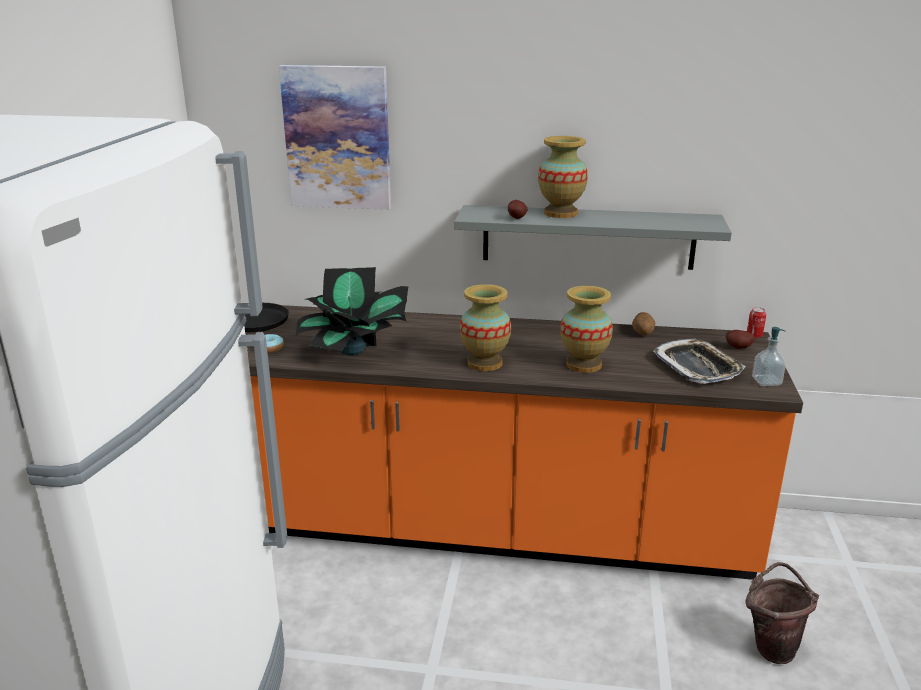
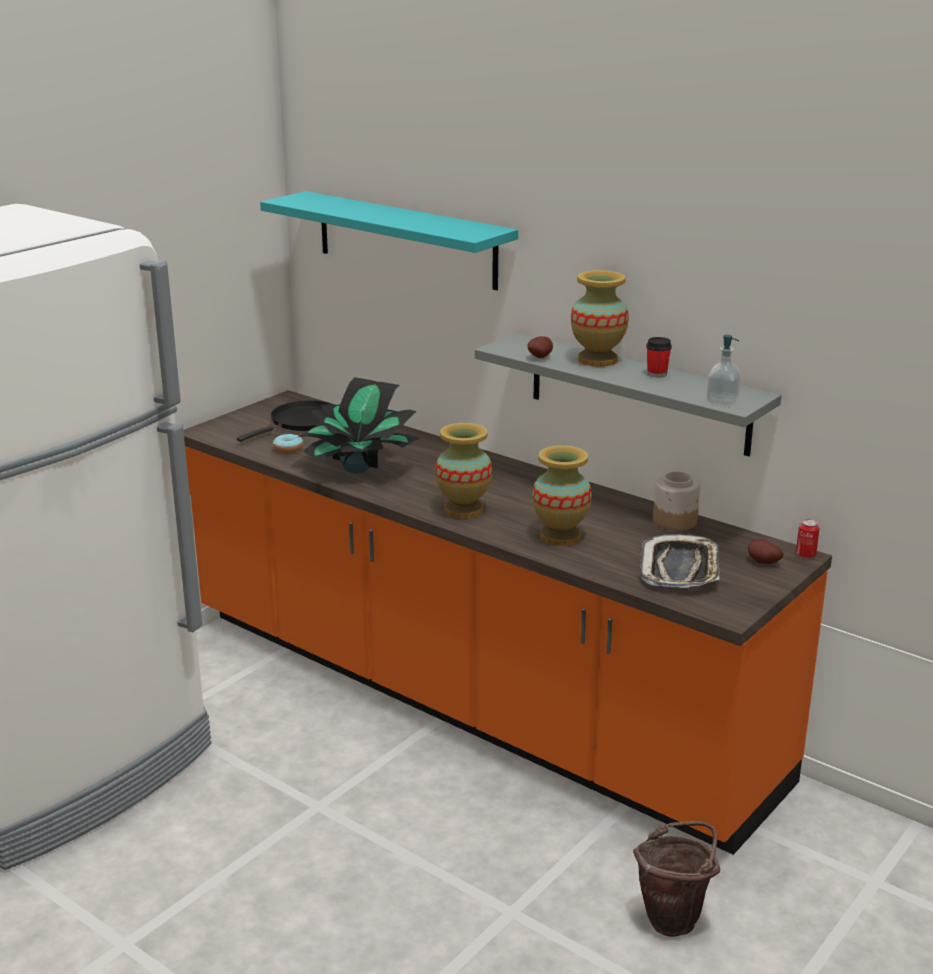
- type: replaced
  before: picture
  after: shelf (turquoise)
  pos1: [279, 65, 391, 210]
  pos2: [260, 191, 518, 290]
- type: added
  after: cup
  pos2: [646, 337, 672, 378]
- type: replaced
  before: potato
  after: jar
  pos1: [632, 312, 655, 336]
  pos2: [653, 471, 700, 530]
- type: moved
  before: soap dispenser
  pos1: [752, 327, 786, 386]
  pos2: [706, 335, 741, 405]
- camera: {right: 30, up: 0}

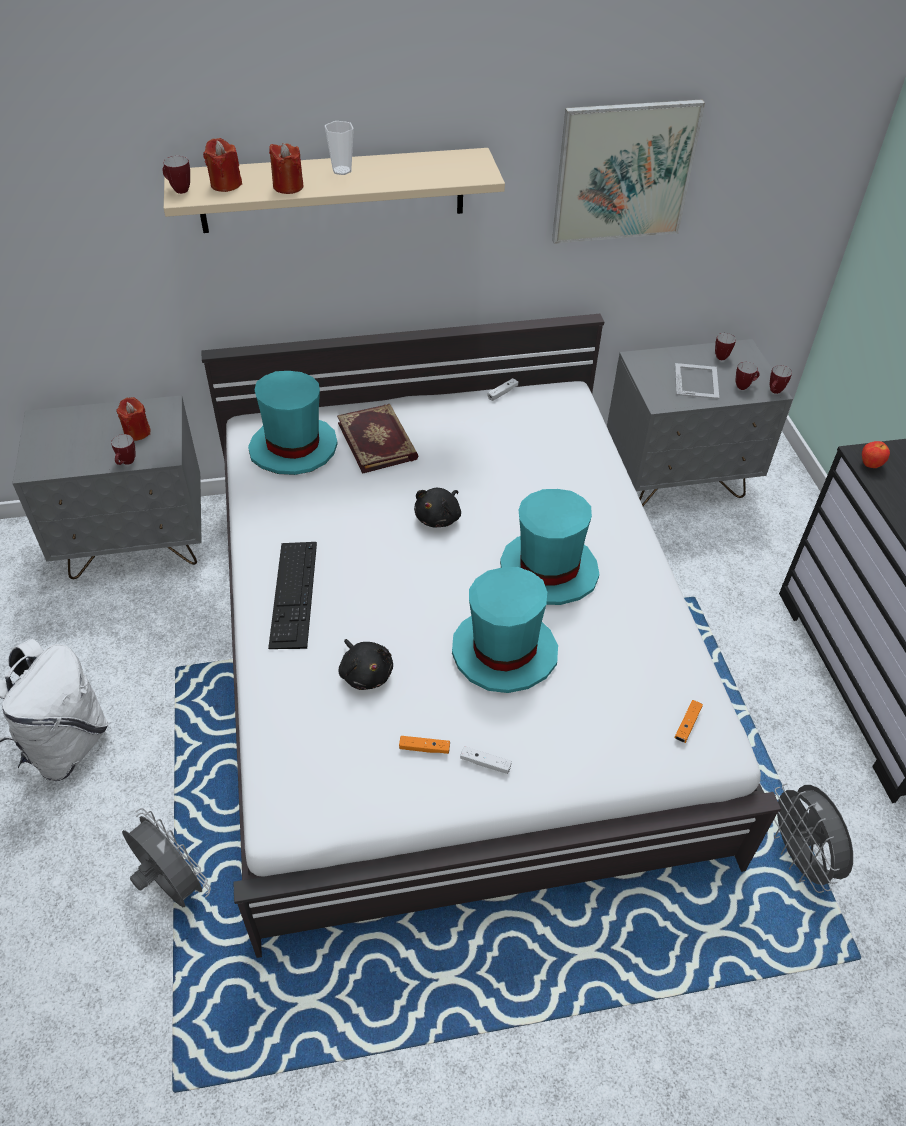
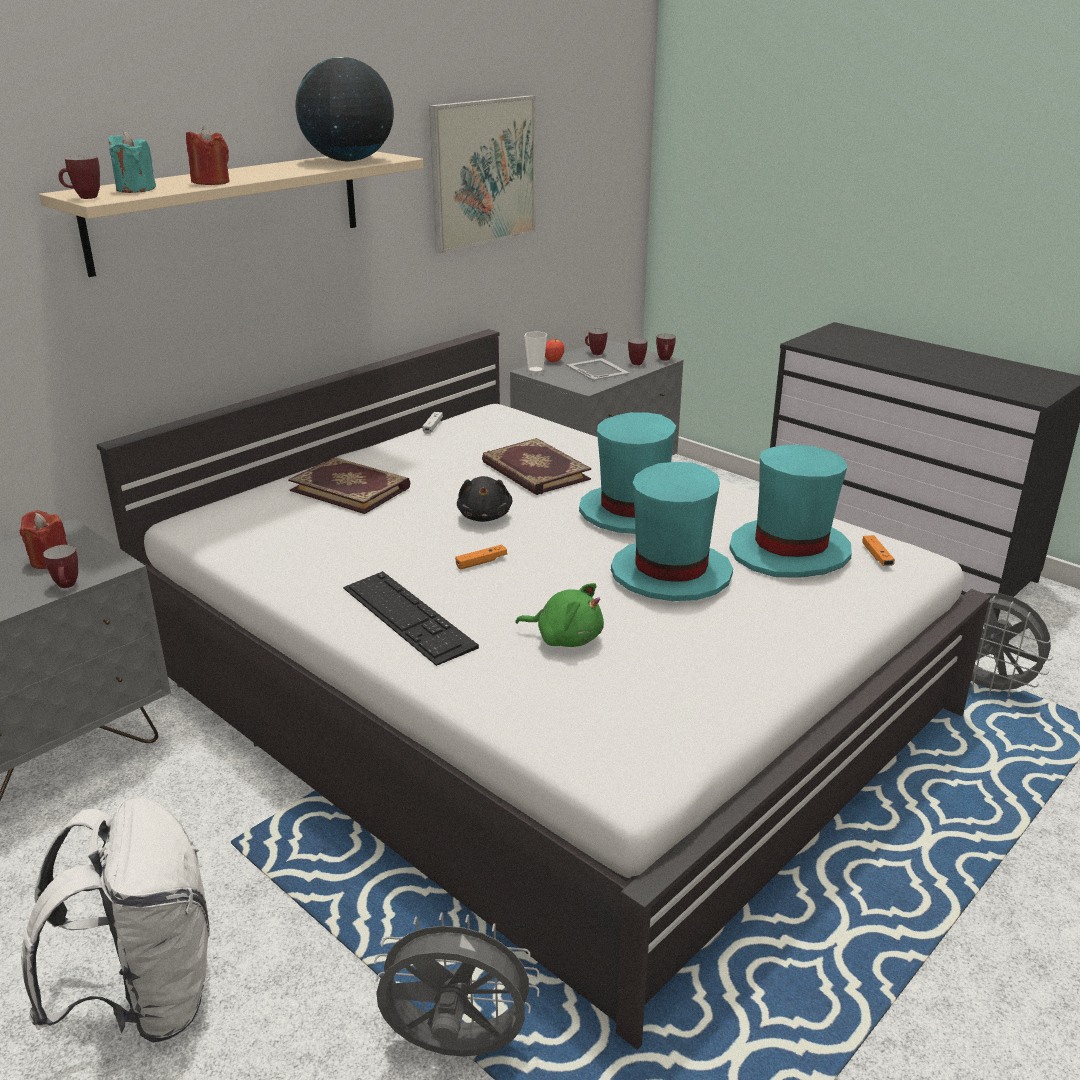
- type: recoloured
  before: candle (red)
  after: candle (turquoise)
  pos1: [203, 138, 242, 192]
  pos2: [108, 132, 156, 193]
- type: added
  after: globe
  pos2: [295, 57, 394, 161]
- type: moved
  before: game controller (orange)
  pos1: [399, 736, 450, 754]
  pos2: [455, 545, 507, 569]
- type: added
  after: book
  pos2: [482, 438, 591, 495]
- type: recoloured
  before: plush toy (black)
  after: plush toy (green)
  pos1: [338, 639, 393, 690]
  pos2: [515, 583, 604, 647]
- type: moved
  before: cup
  pos1: [325, 121, 354, 175]
  pos2: [524, 331, 547, 372]
- type: moved
  before: apple
  pos1: [862, 441, 890, 468]
  pos2: [545, 339, 564, 362]
- type: moved
  before: hat (turquoise)
  pos1: [248, 371, 338, 475]
  pos2: [729, 445, 852, 578]
- type: removed
  before: game controller (white)
  pos1: [460, 746, 512, 774]
- camera: {right: -35, up: -20}

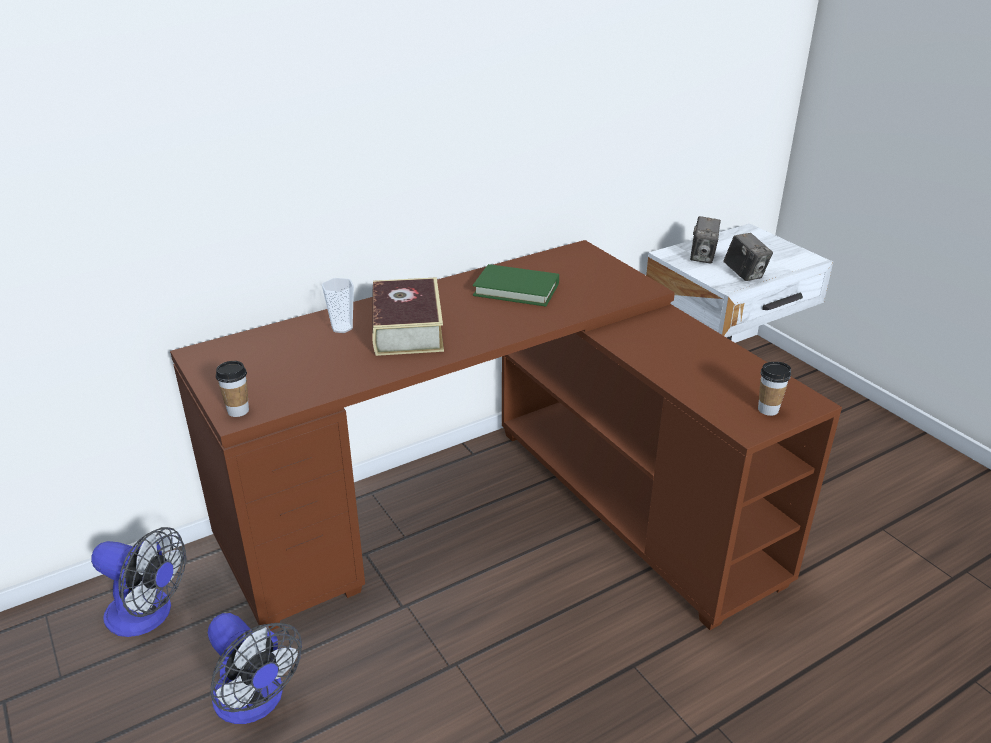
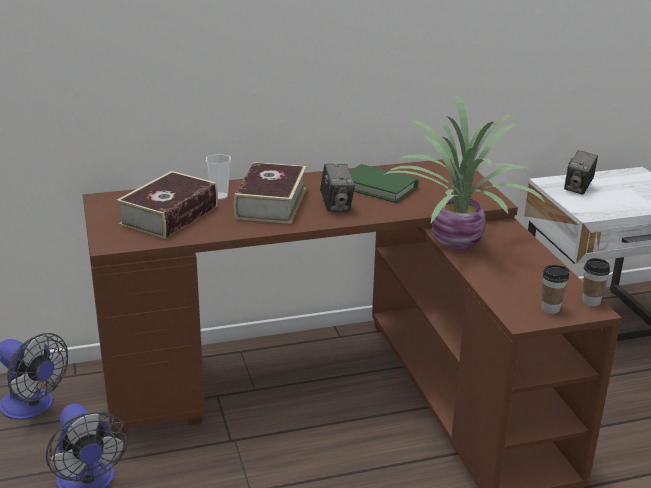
- type: added
  after: book
  pos2: [116, 171, 218, 239]
- type: moved
  before: photo camera
  pos1: [724, 233, 773, 281]
  pos2: [320, 164, 355, 212]
- type: added
  after: potted plant
  pos2: [384, 95, 546, 250]
- type: moved
  before: cup
  pos1: [216, 361, 249, 417]
  pos2: [582, 258, 610, 306]
- camera: {right: 15, up: -5}

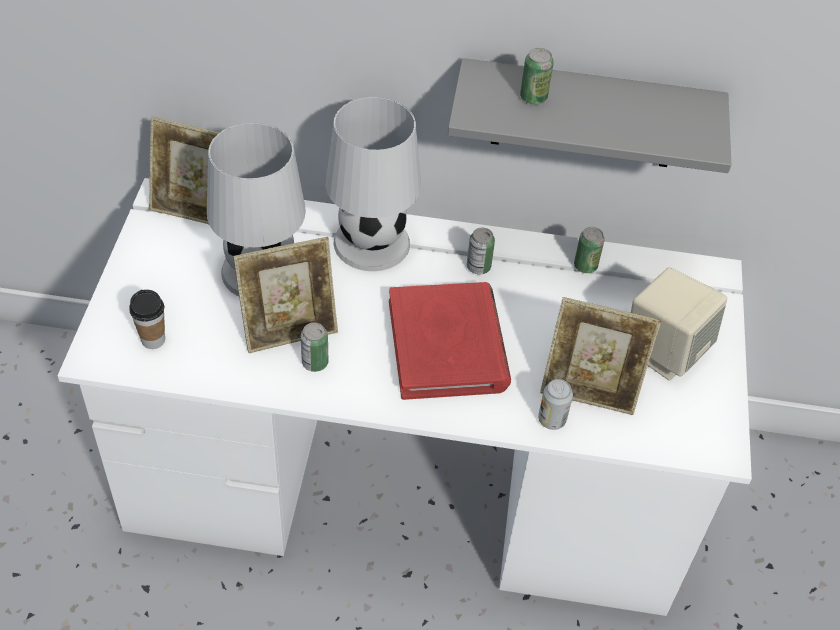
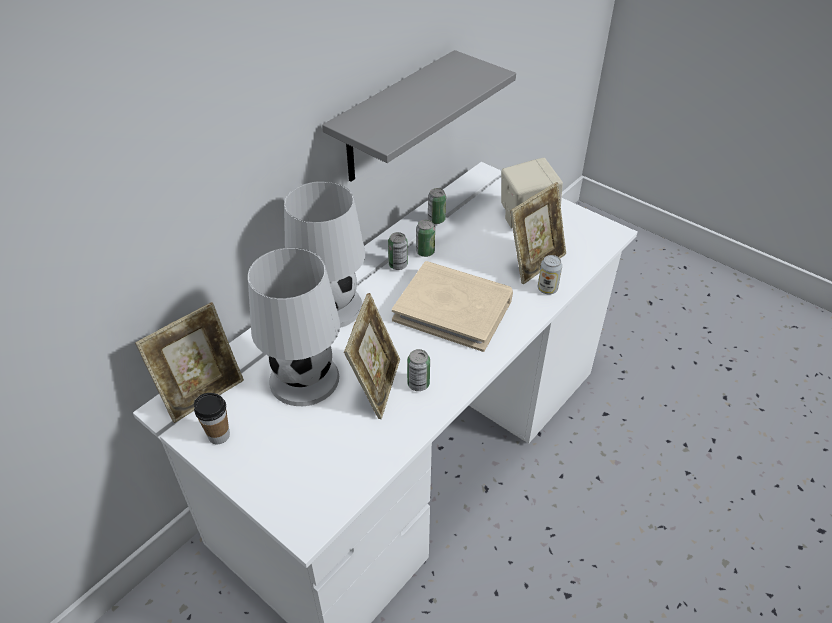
- type: moved
  before: cup
  pos1: [129, 290, 165, 349]
  pos2: [194, 393, 230, 444]
- type: recoloured
  before: book (red)
  after: book (beige)
  pos1: [389, 282, 511, 400]
  pos2: [392, 261, 513, 352]
- type: moved
  before: can
  pos1: [520, 48, 554, 104]
  pos2: [416, 220, 435, 257]
- camera: {right: -55, up: -5}

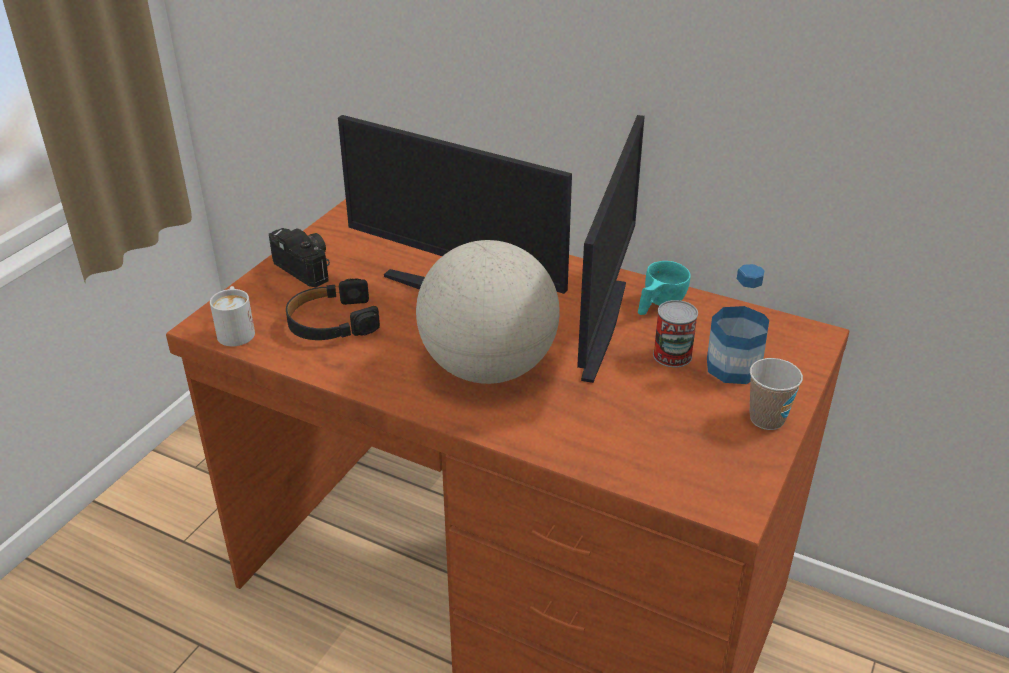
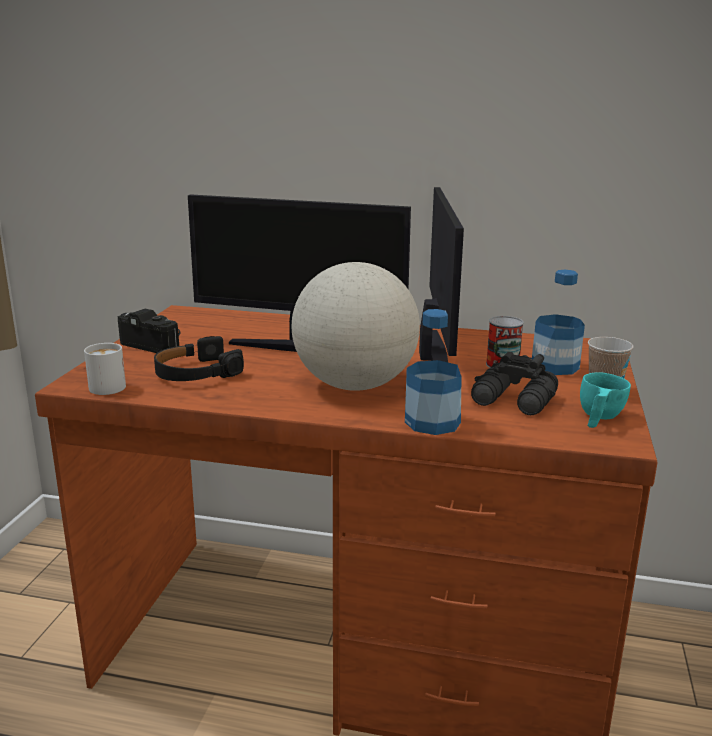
- type: added
  after: bottle
  pos2: [405, 309, 462, 435]
- type: added
  after: binoculars (black)
  pos2: [471, 352, 558, 415]
- type: moved
  before: cup (turquoise)
  pos1: [638, 261, 691, 315]
  pos2: [580, 372, 631, 428]
- camera: {right: -15, up: -15}

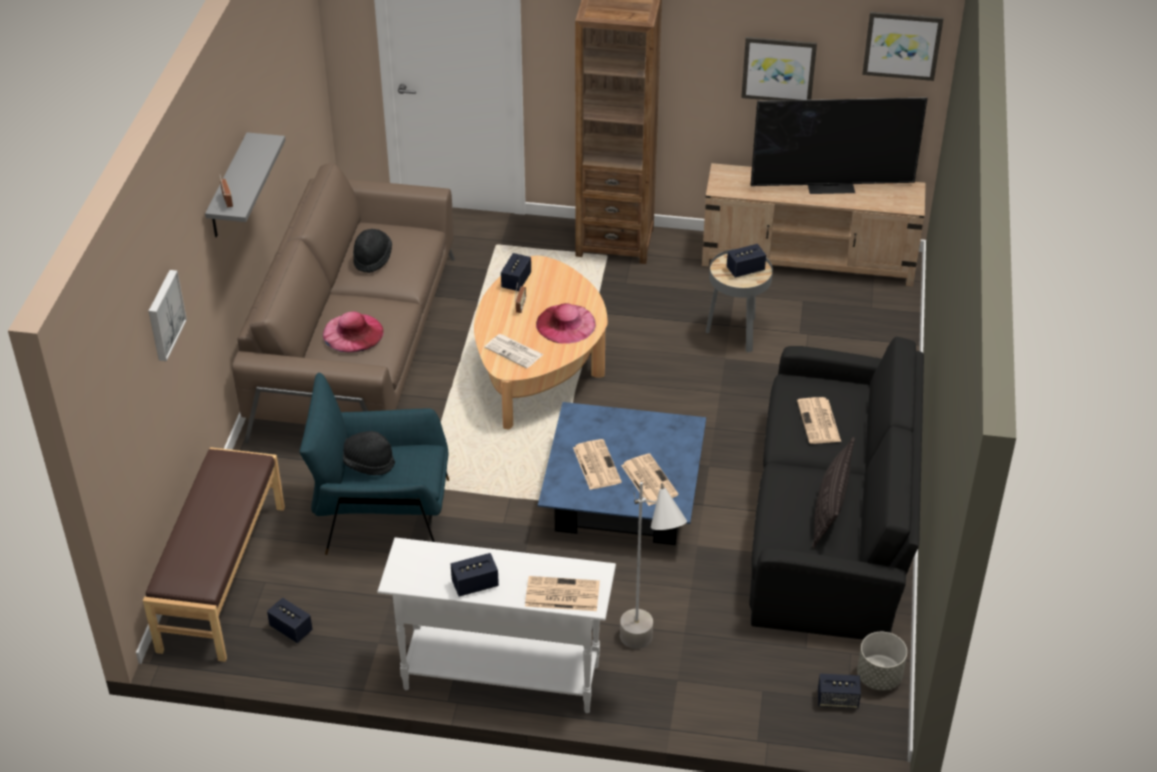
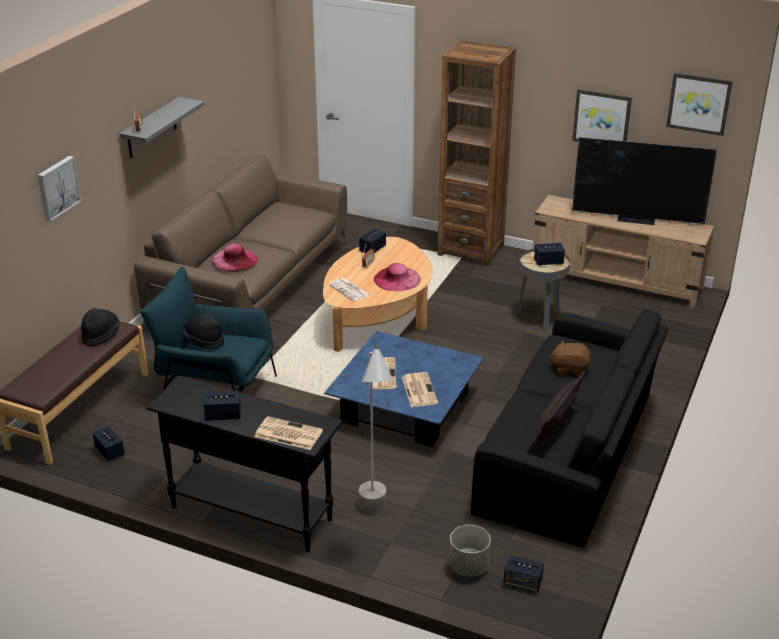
- type: moved
  before: hat (black)
  pos1: [353, 229, 392, 273]
  pos2: [81, 308, 120, 347]
- type: recoloured
  before: console table (white)
  after: console table (black)
  pos1: [377, 537, 616, 713]
  pos2: [146, 376, 343, 552]
- type: moved
  before: planter (grey)
  pos1: [857, 632, 907, 691]
  pos2: [449, 525, 491, 577]
- type: replaced
  before: newspaper
  after: plush toy (brown)
  pos1: [797, 397, 841, 444]
  pos2: [549, 340, 591, 376]
- camera: {right: 15, up: -10}

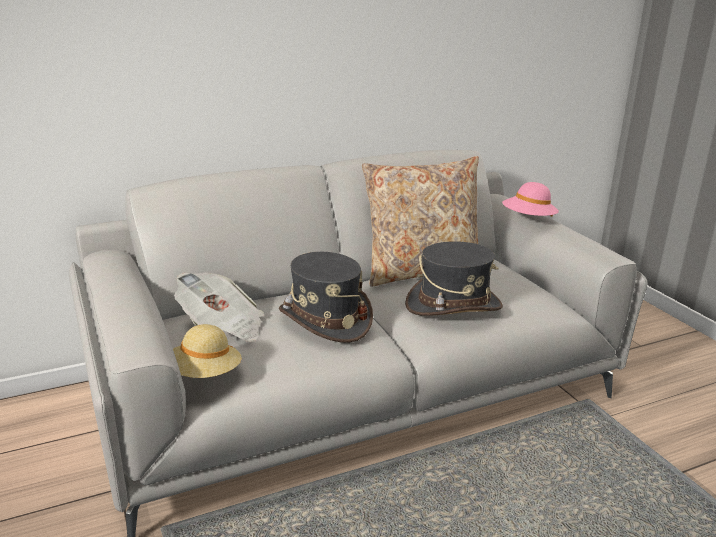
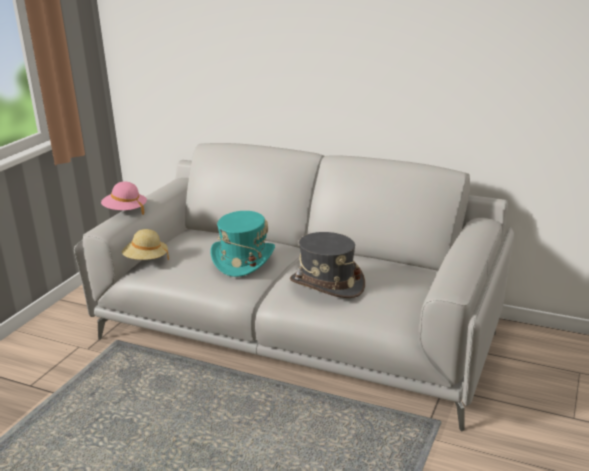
- type: moved
  before: hat (pink)
  pos1: [502, 182, 559, 217]
  pos2: [101, 181, 147, 215]
- type: recoloured
  before: hat (grey)
  after: hat (turquoise)
  pos1: [279, 252, 373, 343]
  pos2: [211, 211, 275, 277]
- type: removed
  before: newspaper
  pos1: [174, 272, 264, 342]
- type: removed
  before: pillow (beige)
  pos1: [362, 156, 479, 287]
- camera: {right: 50, up: 0}

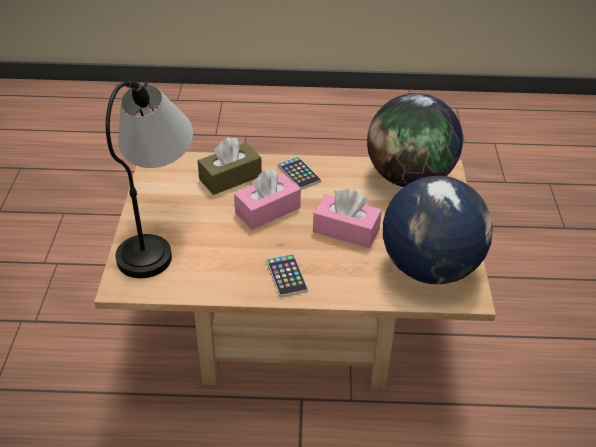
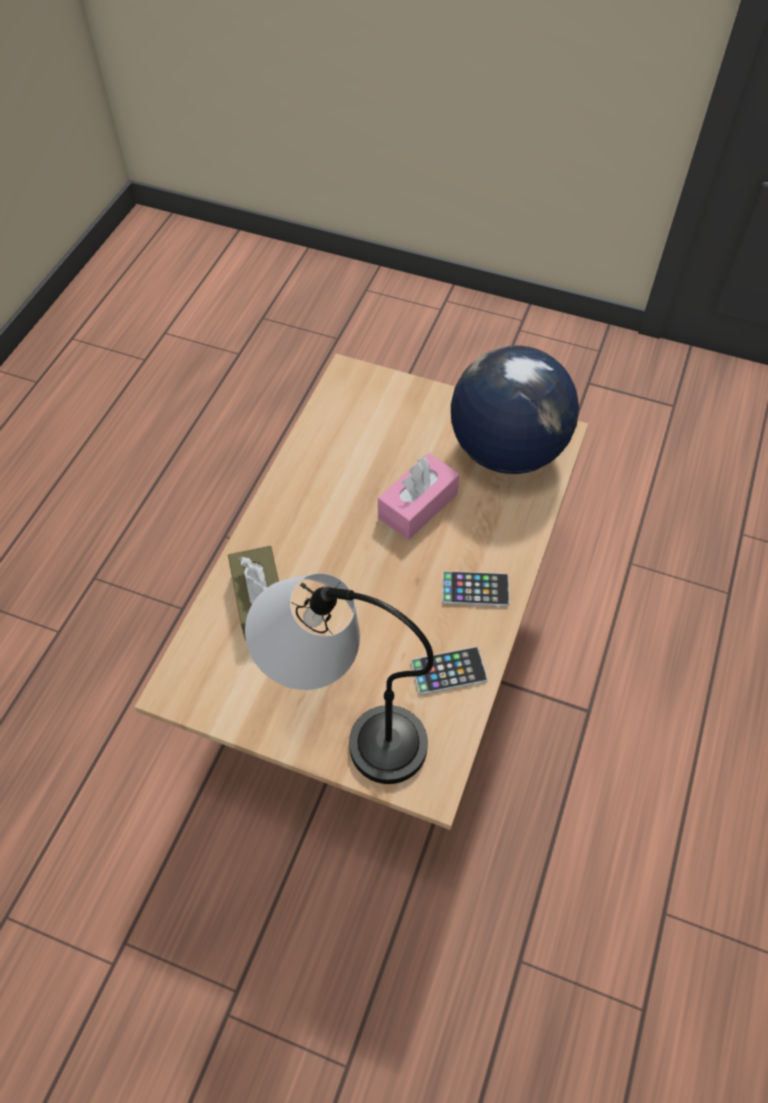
- type: moved
  before: phone
  pos1: [277, 157, 321, 189]
  pos2: [411, 647, 488, 695]
- type: removed
  before: tissue box (pink)
  pos1: [234, 169, 301, 230]
- type: removed
  before: globe
  pos1: [367, 93, 463, 187]
- camera: {right: -70, up: 15}

